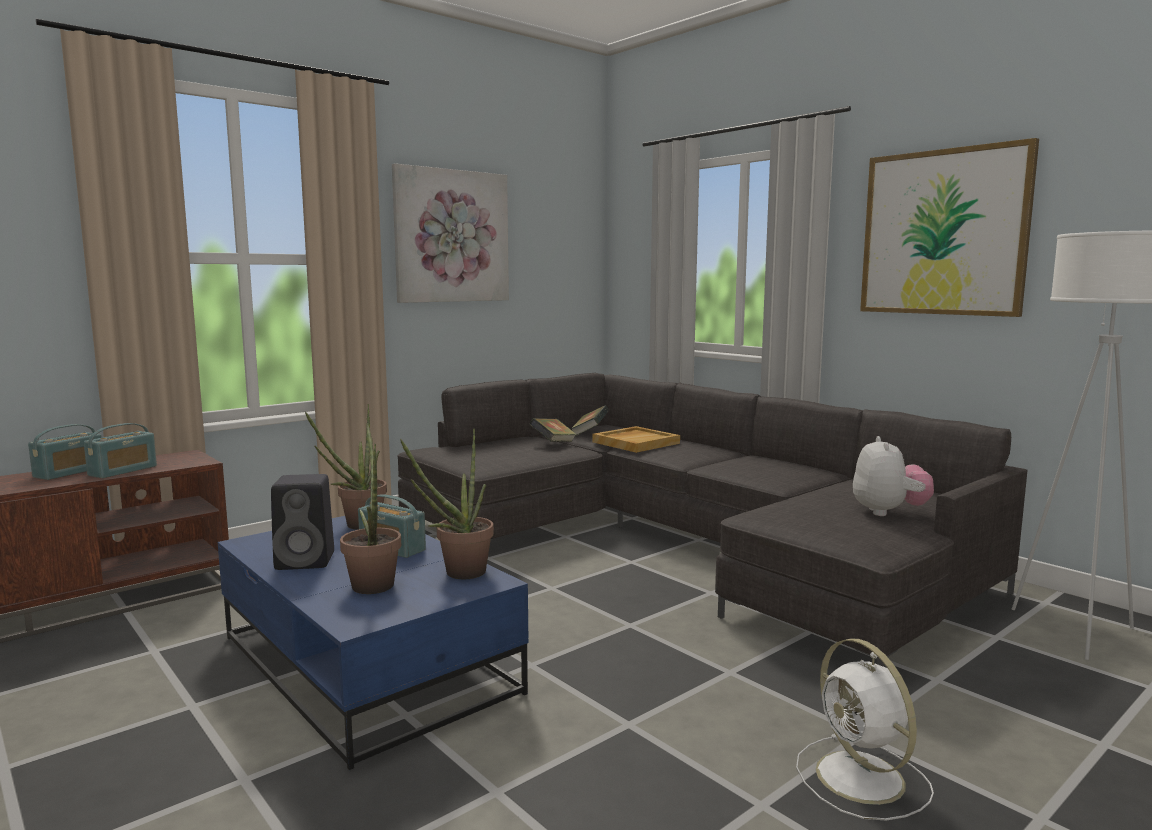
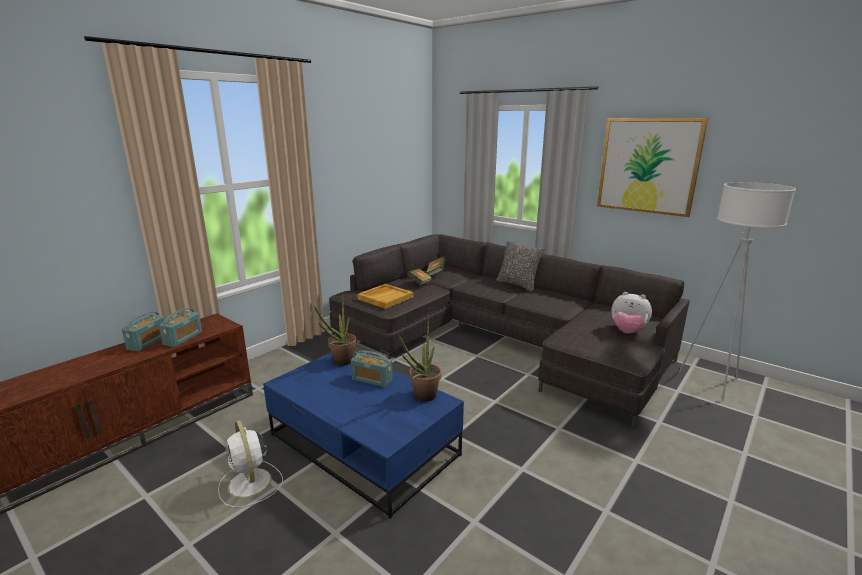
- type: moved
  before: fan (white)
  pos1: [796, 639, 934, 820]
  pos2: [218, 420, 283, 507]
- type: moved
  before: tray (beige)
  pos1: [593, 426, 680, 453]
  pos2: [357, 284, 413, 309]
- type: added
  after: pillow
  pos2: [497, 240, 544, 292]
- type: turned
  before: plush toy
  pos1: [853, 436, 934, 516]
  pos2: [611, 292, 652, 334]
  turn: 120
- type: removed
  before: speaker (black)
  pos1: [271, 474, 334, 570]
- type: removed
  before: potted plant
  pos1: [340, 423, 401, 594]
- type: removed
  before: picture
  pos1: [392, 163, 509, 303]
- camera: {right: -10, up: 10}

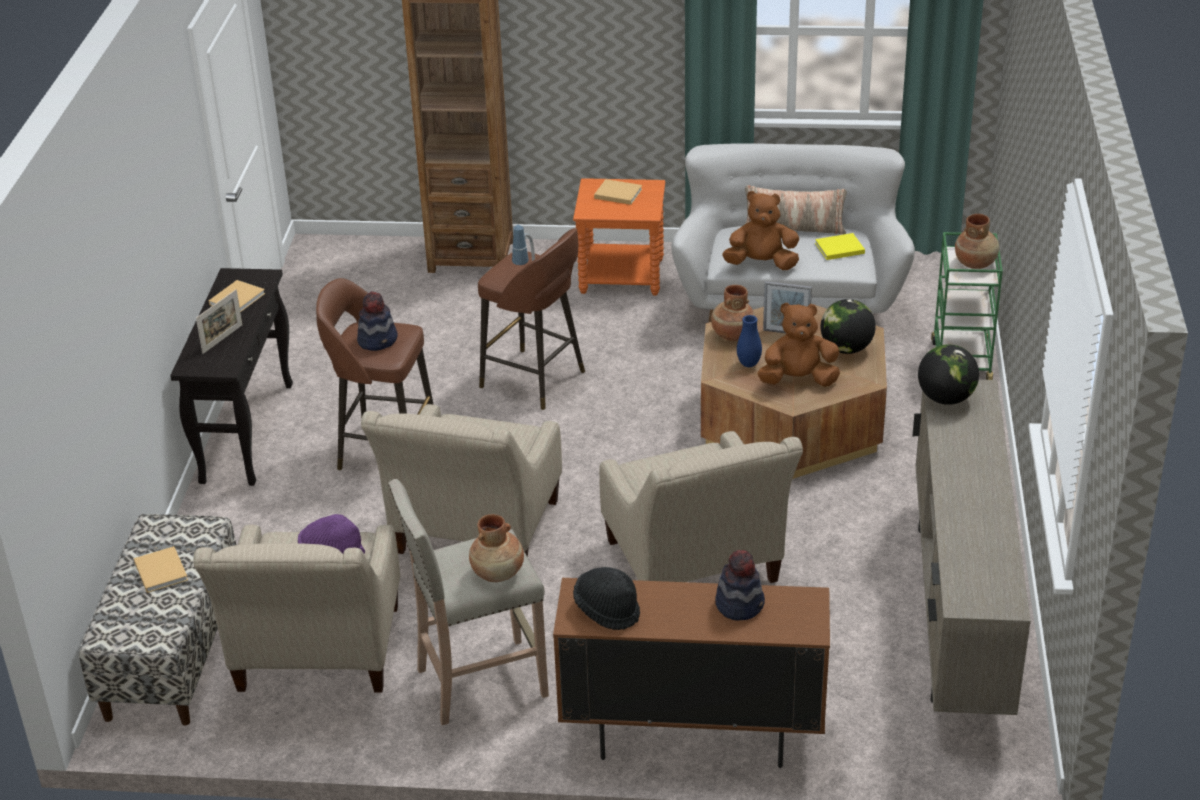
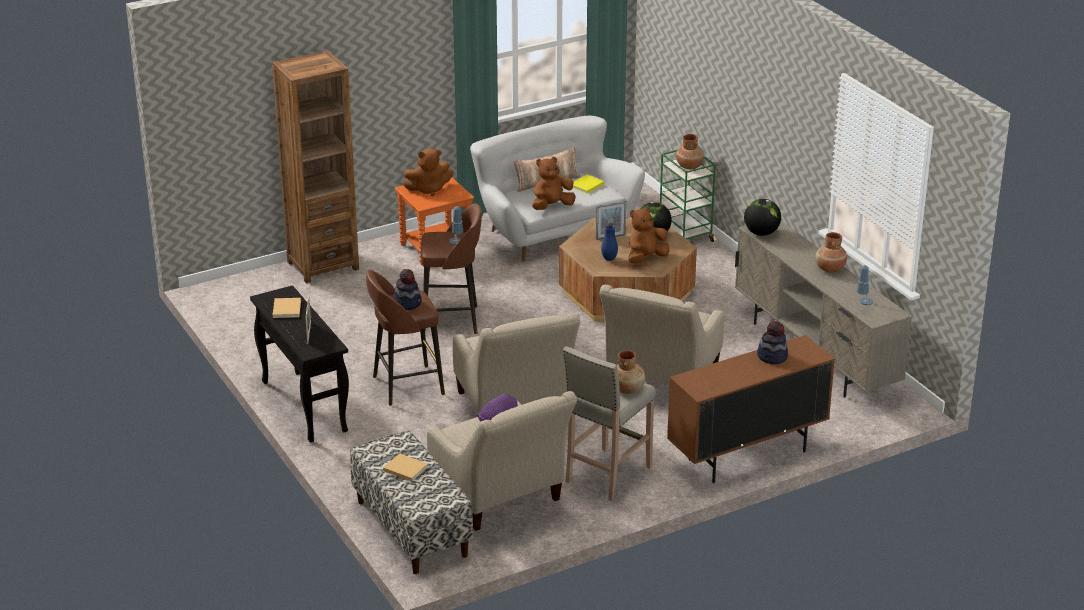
- type: replaced
  before: book (beige)
  after: plush toy (brown)
  pos1: [594, 179, 642, 205]
  pos2: [404, 148, 453, 196]
- type: turned
  before: armchair (beige)
  pos1: [599, 431, 803, 583]
  pos2: [600, 285, 724, 384]
  turn: 75
- type: moved
  before: vase (brown)
  pos1: [711, 285, 755, 341]
  pos2: [815, 232, 847, 272]
- type: added
  after: table lamp
  pos2: [857, 265, 873, 305]
- type: removed
  before: hat (black)
  pos1: [573, 567, 640, 630]
- camera: {right: -35, up: -5}

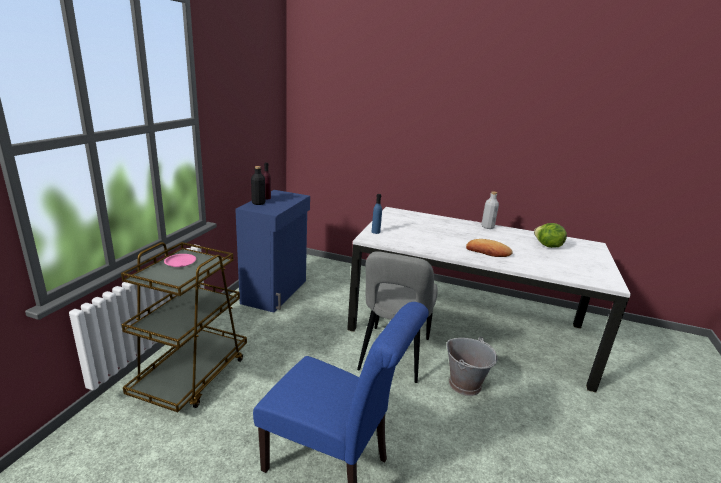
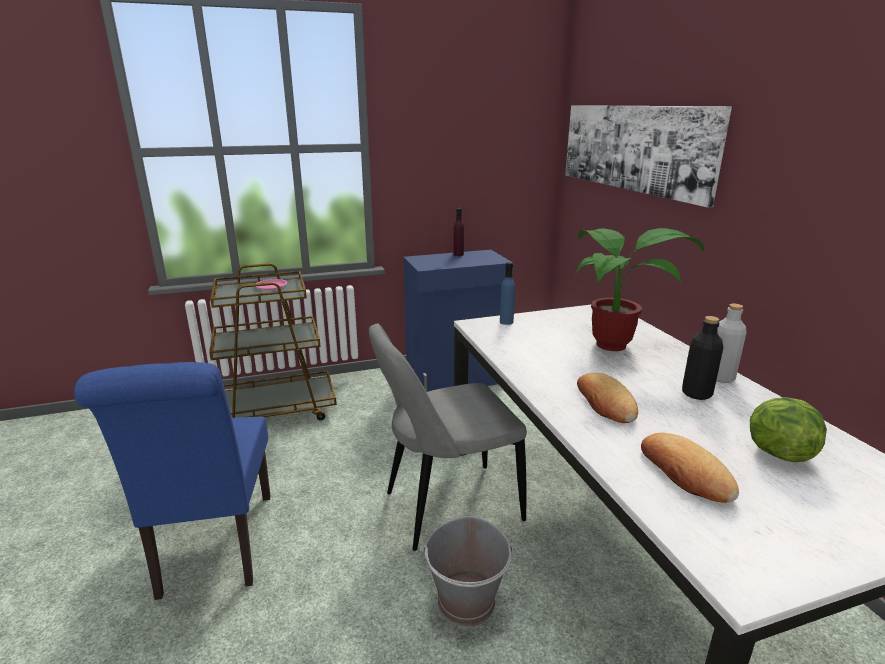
- type: added
  after: picture
  pos2: [565, 105, 732, 208]
- type: added
  after: potted plant
  pos2: [575, 228, 704, 351]
- type: added
  after: bread
  pos2: [641, 433, 739, 503]
- type: moved
  before: bottle (black)
  pos1: [251, 166, 265, 205]
  pos2: [682, 316, 723, 400]
- camera: {right: 55, up: 0}

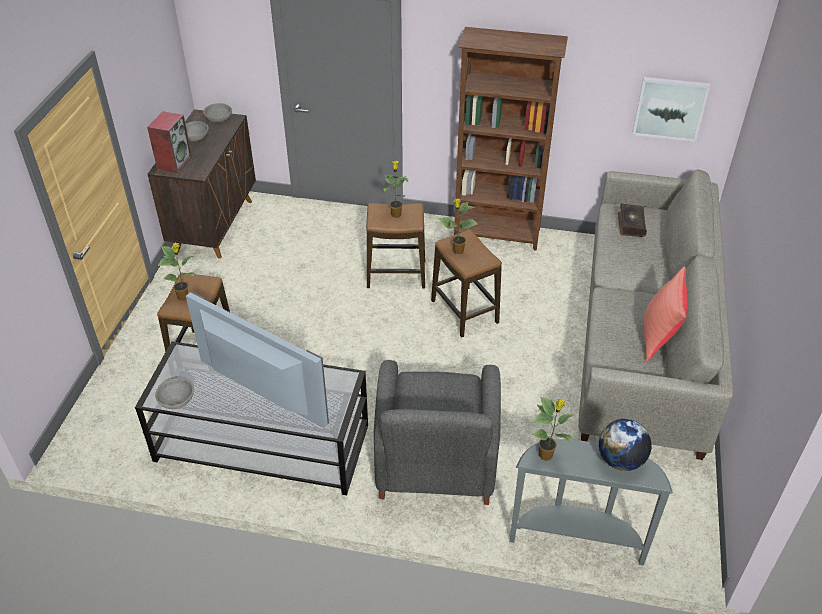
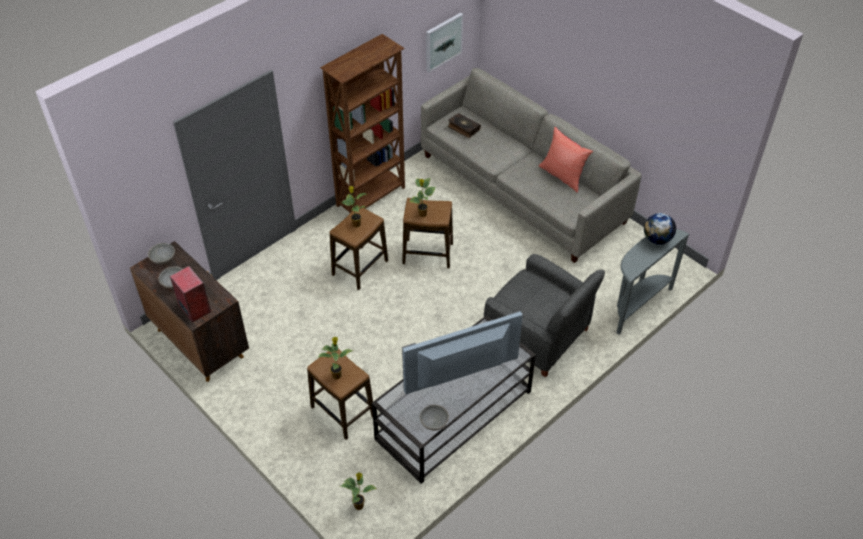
- type: moved
  before: potted plant
  pos1: [532, 397, 573, 461]
  pos2: [340, 472, 377, 510]
- camera: {right: -55, up: 5}

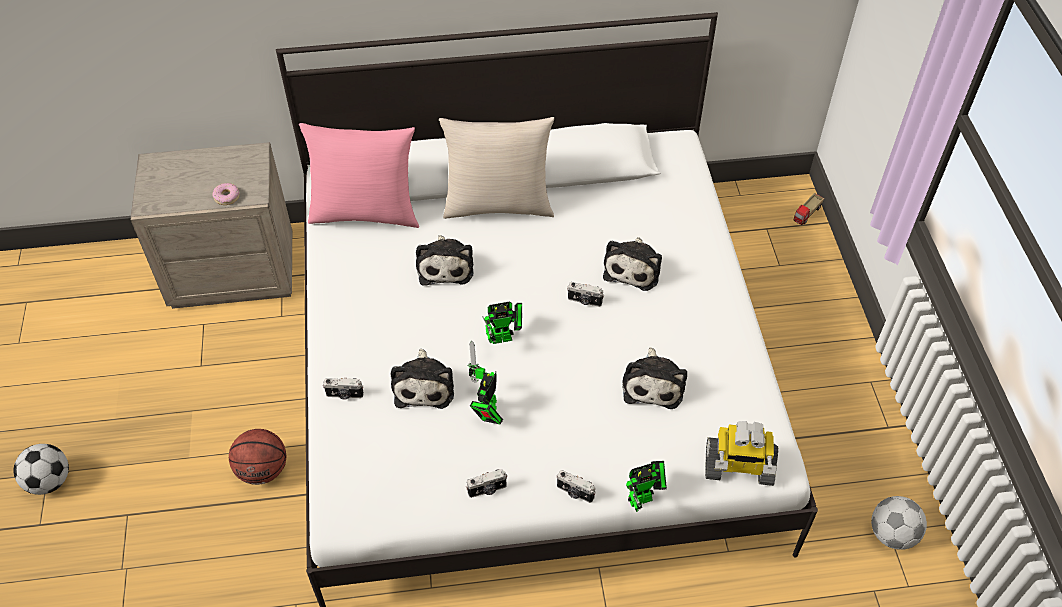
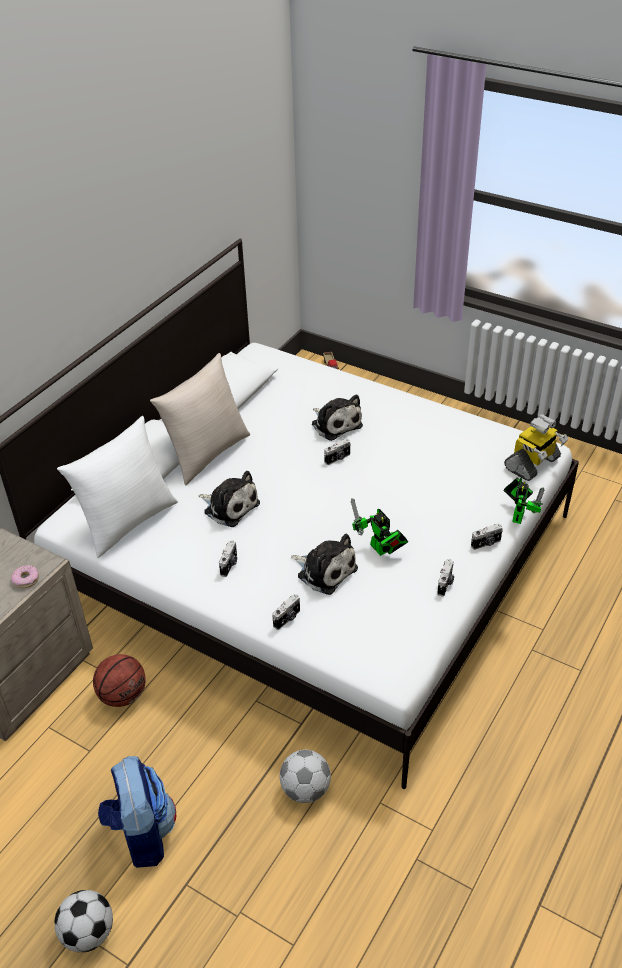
- type: recoloured
  before: pillow (pink)
  after: pillow (white)
  pos1: [299, 123, 419, 228]
  pos2: [57, 416, 178, 558]
- type: moved
  before: basketball
  pos1: [229, 429, 286, 485]
  pos2: [93, 654, 146, 707]
- type: added
  after: backpack
  pos2: [98, 756, 176, 868]
- type: added
  after: photo camera
  pos2: [219, 540, 237, 577]
- type: moved
  before: football
  pos1: [871, 496, 927, 550]
  pos2: [279, 750, 331, 803]
- type: removed
  before: toy robot
  pos1: [483, 302, 522, 344]
- type: removed
  before: plush toy
  pos1: [622, 347, 687, 409]
- camera: {right: -50, up: -10}

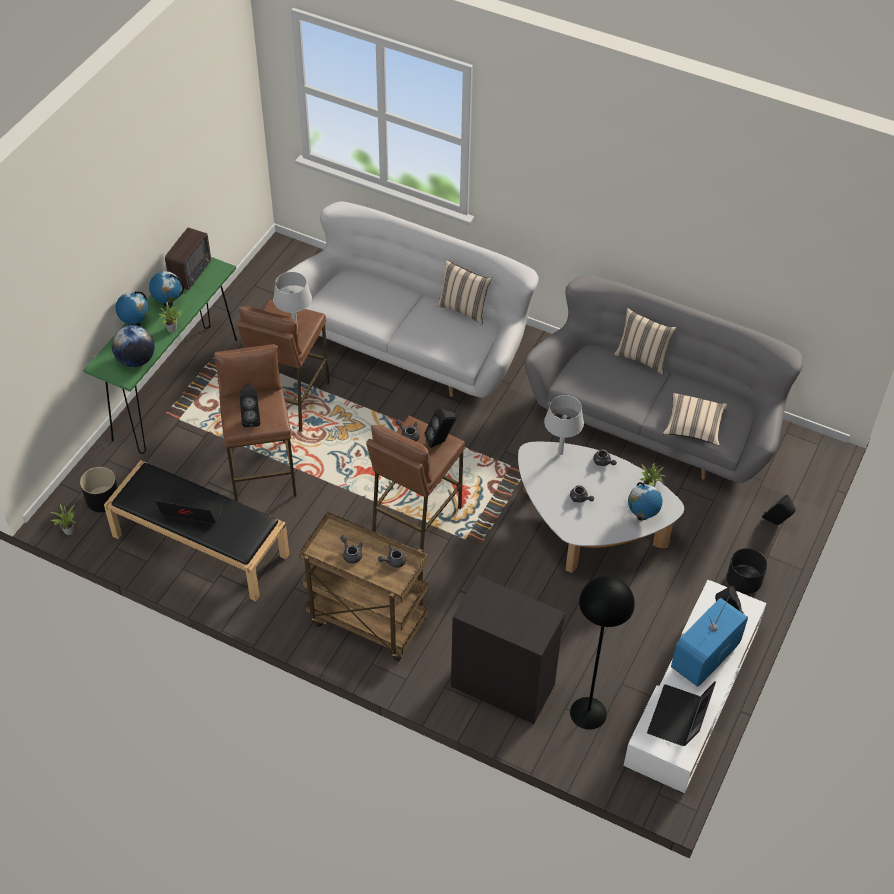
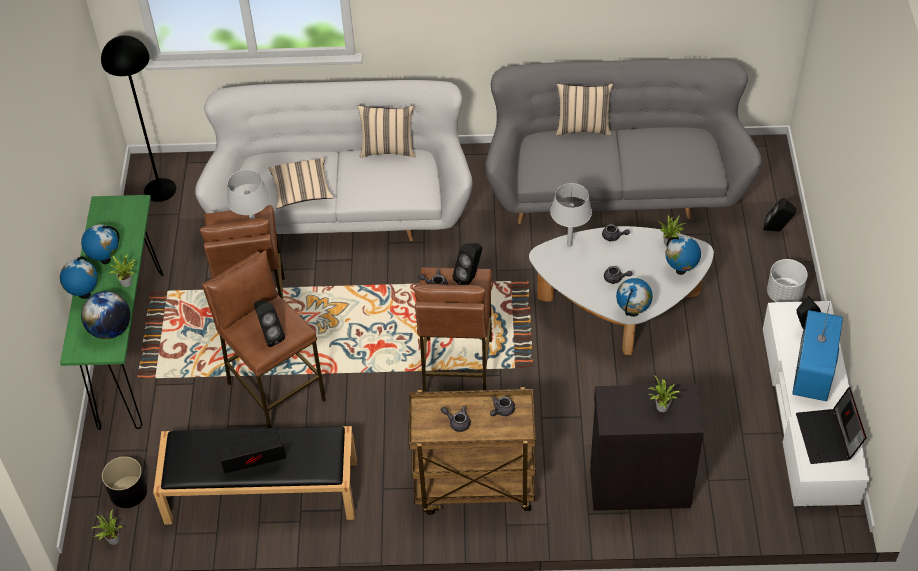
- type: moved
  before: floor lamp (black)
  pos1: [570, 576, 635, 730]
  pos2: [101, 36, 176, 202]
- type: moved
  before: pillow (beige)
  pos1: [663, 393, 727, 446]
  pos2: [269, 157, 334, 209]
- type: added
  after: globe
  pos2: [616, 278, 652, 317]
- type: added
  after: potted plant
  pos2: [648, 375, 680, 412]
- type: recoloured
  before: planter (black)
  after: planter (white)
  pos1: [727, 548, 767, 594]
  pos2: [767, 259, 808, 302]
- type: removed
  before: radio
  pos1: [165, 228, 211, 290]
- camera: {right: -25, up: 0}

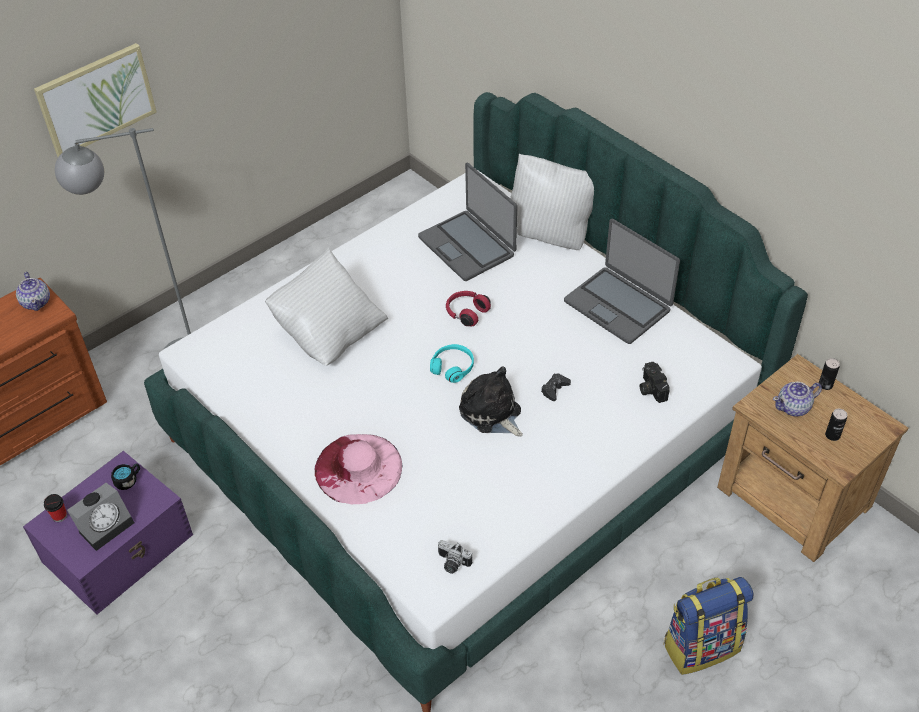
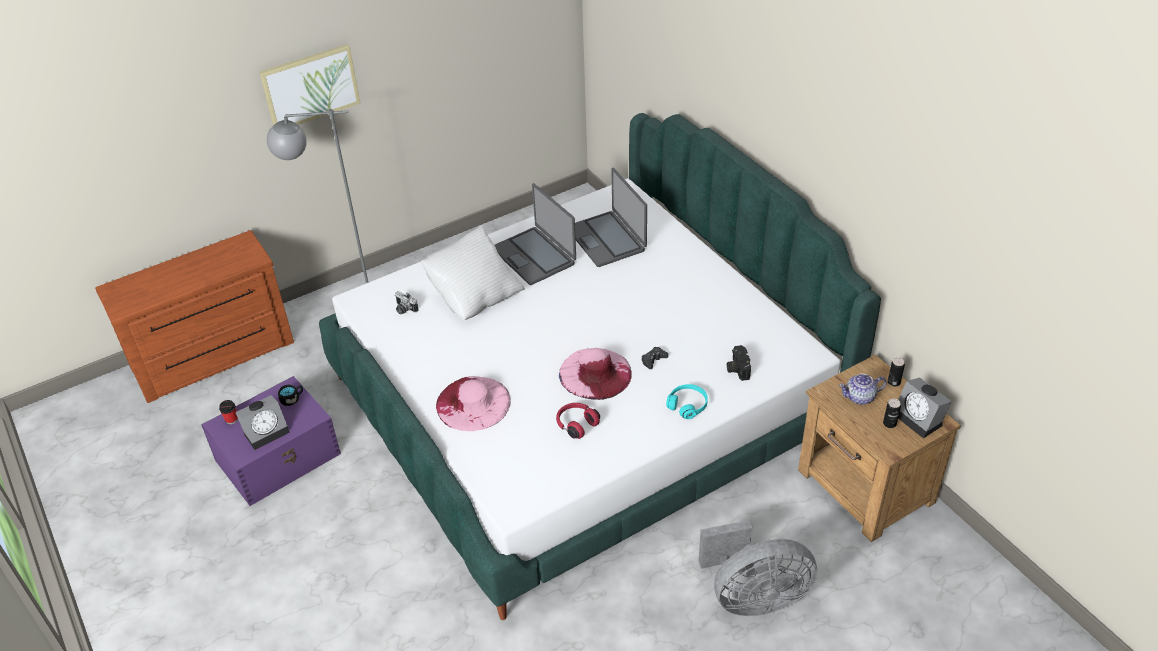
- type: moved
  before: photo camera
  pos1: [438, 540, 472, 574]
  pos2: [395, 291, 418, 314]
- type: moved
  before: laptop
  pos1: [564, 219, 680, 344]
  pos2: [495, 183, 576, 285]
- type: moved
  before: headphones (red)
  pos1: [446, 291, 491, 326]
  pos2: [556, 403, 600, 439]
- type: replaced
  before: plush toy
  after: hat (pink)
  pos1: [459, 367, 523, 437]
  pos2: [559, 348, 631, 400]
- type: moved
  before: headphones (turquoise)
  pos1: [430, 344, 474, 383]
  pos2: [666, 384, 708, 419]
- type: replaced
  before: backpack
  after: fan (grey)
  pos1: [663, 577, 753, 675]
  pos2: [699, 520, 817, 616]
- type: added
  after: alarm clock
  pos2: [898, 377, 952, 438]
- type: removed
  before: teapot
  pos1: [16, 272, 50, 311]
- type: removed
  before: pillow (white)
  pos1: [510, 154, 594, 250]
- camera: {right: 10, up: -5}

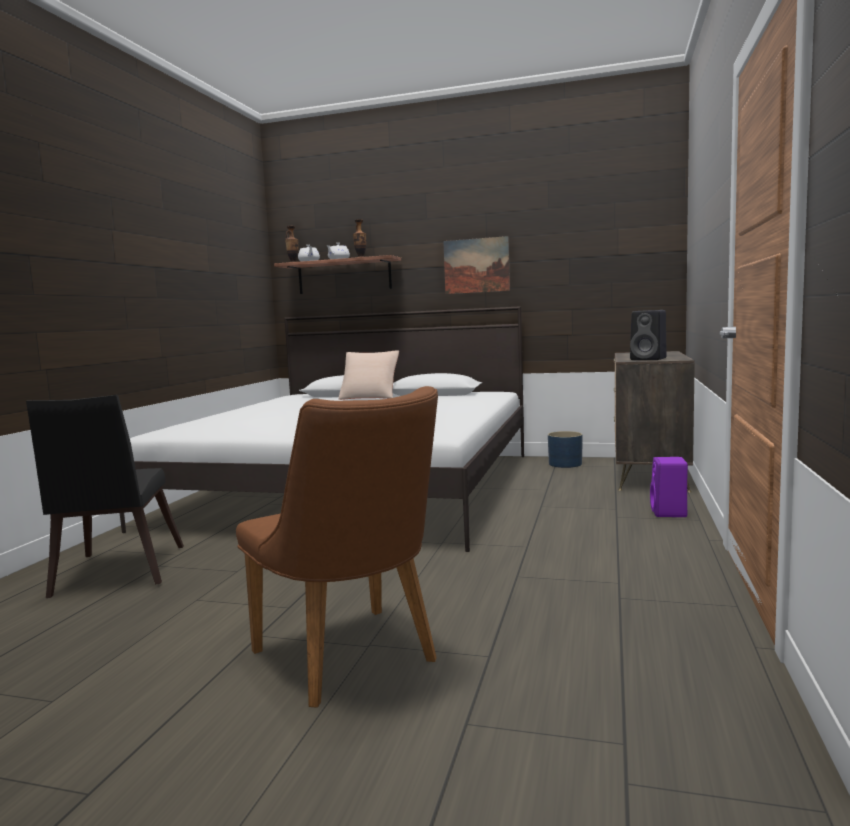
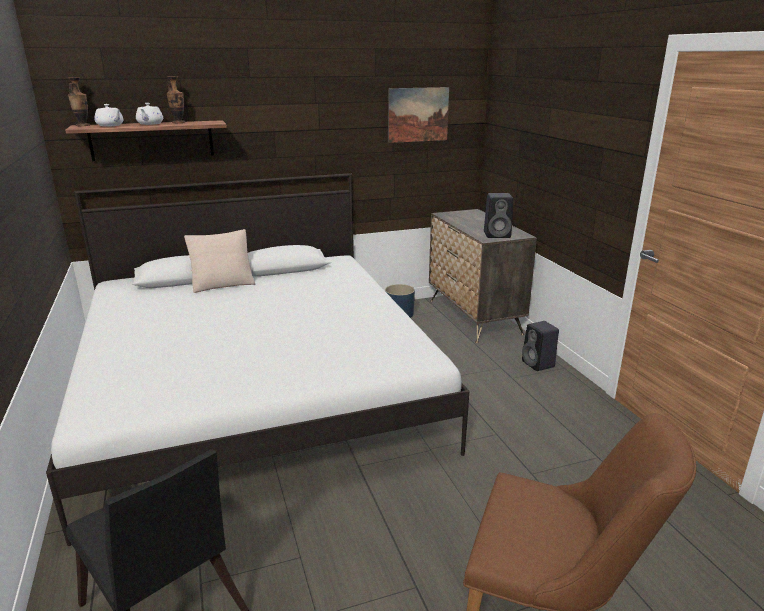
- type: moved
  before: picture
  pos1: [443, 236, 510, 294]
  pos2: [388, 87, 449, 143]
- type: recoloured
  before: speaker (purple)
  after: speaker (black)
  pos1: [650, 457, 688, 517]
  pos2: [522, 321, 559, 371]
- camera: {right: -35, up: 15}

